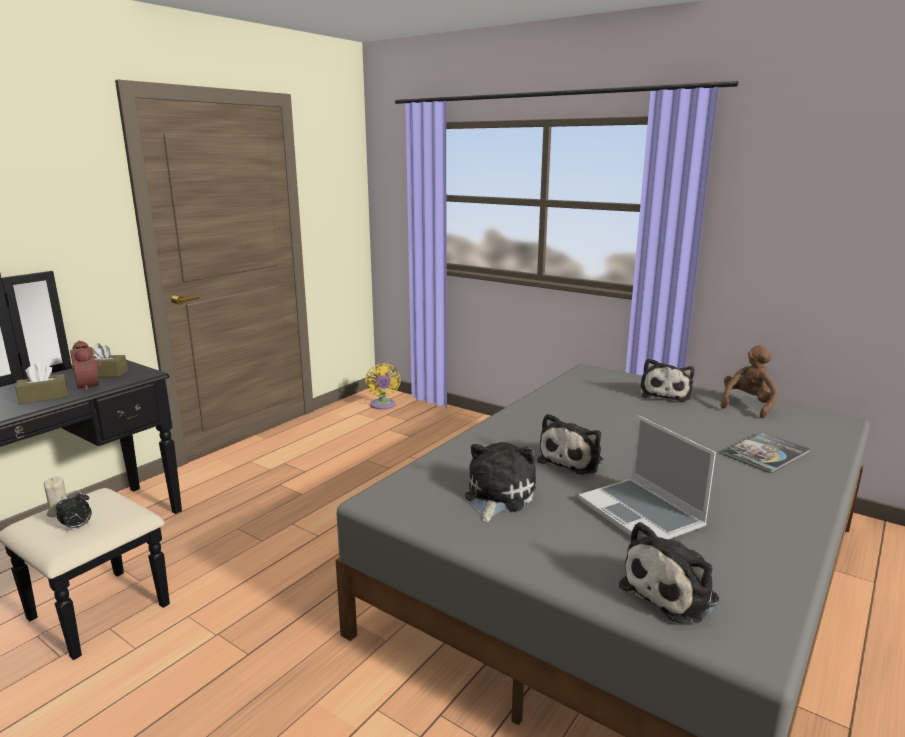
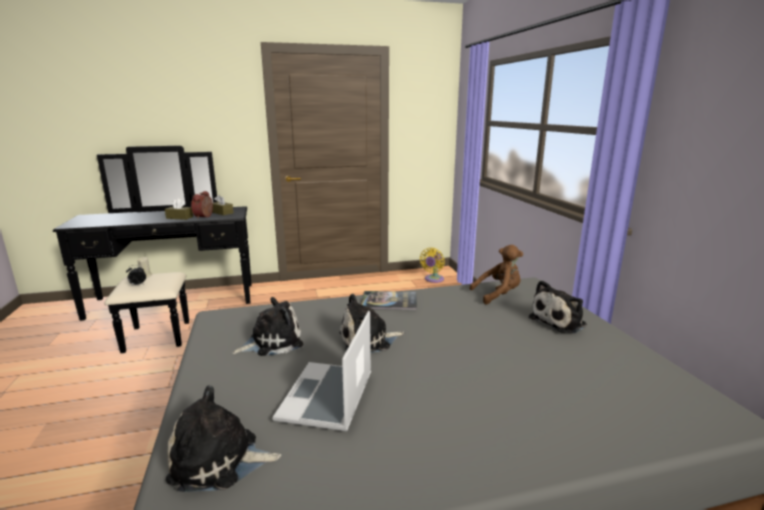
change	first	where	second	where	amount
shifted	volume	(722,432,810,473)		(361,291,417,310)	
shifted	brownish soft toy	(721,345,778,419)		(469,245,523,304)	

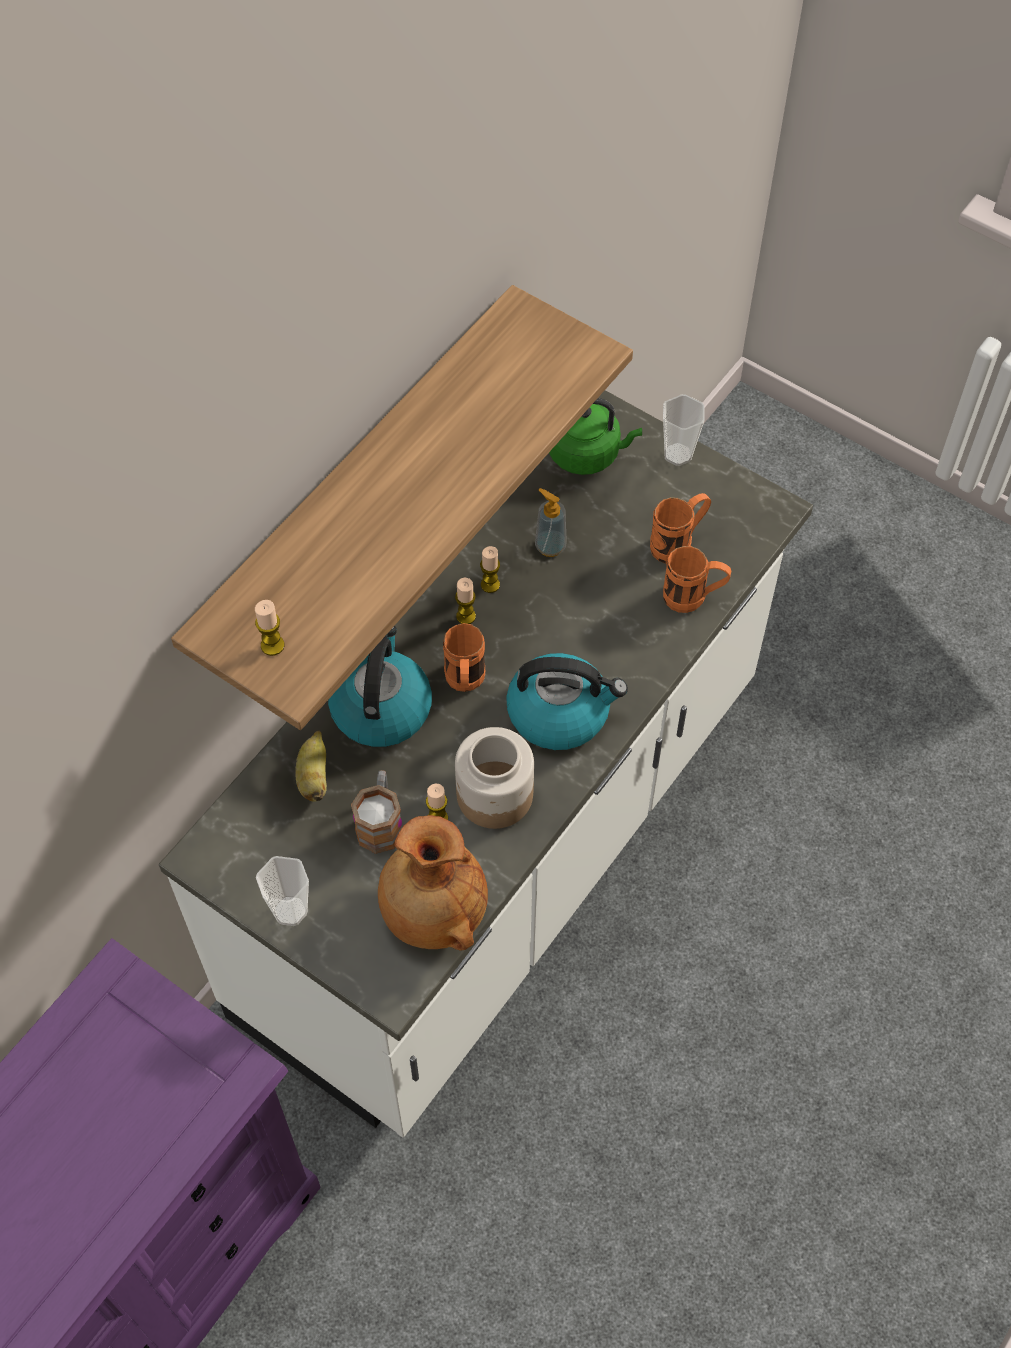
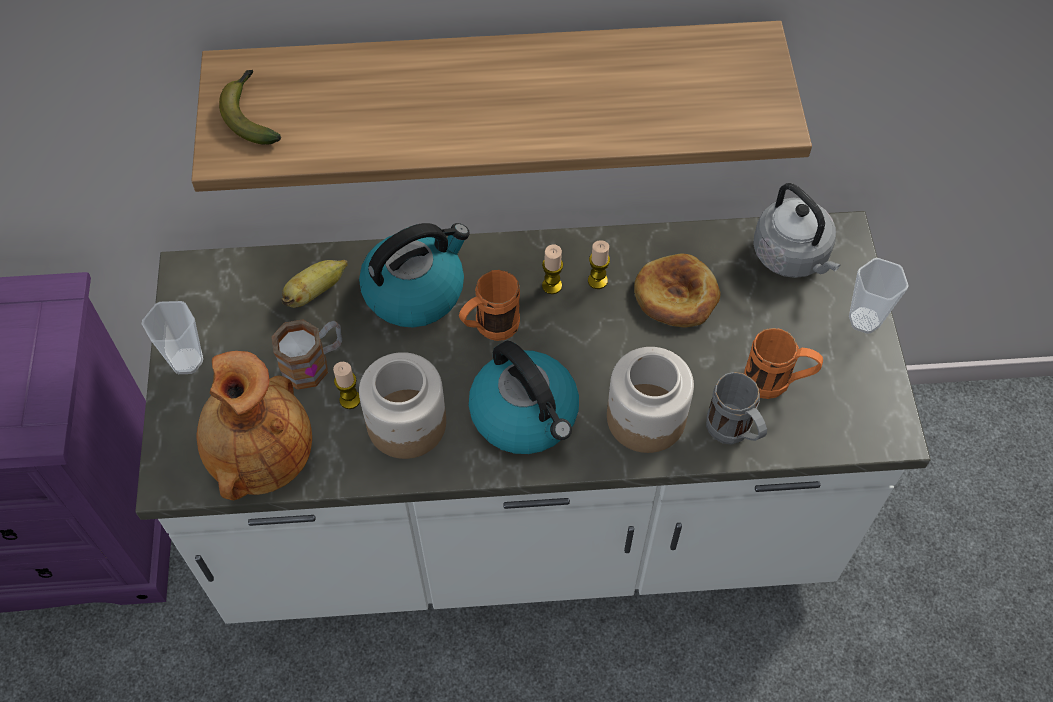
change	first	where	second	where	amount
swapped	wax candle	(255,600,284,656)	banana fruit	(219,70,281,145)	
new			storage jar	(607,347,694,453)	
swapped	liquid soap bottle	(535,488,567,557)	baked bread	(634,253,720,327)	
repainted	orange-coloured coffee mug	(663,546,731,613)	gray coffee mug	(706,372,767,445)	
repainted	green-coloured tea kettle	(549,398,642,475)	gray tea kettle	(753,183,840,278)	

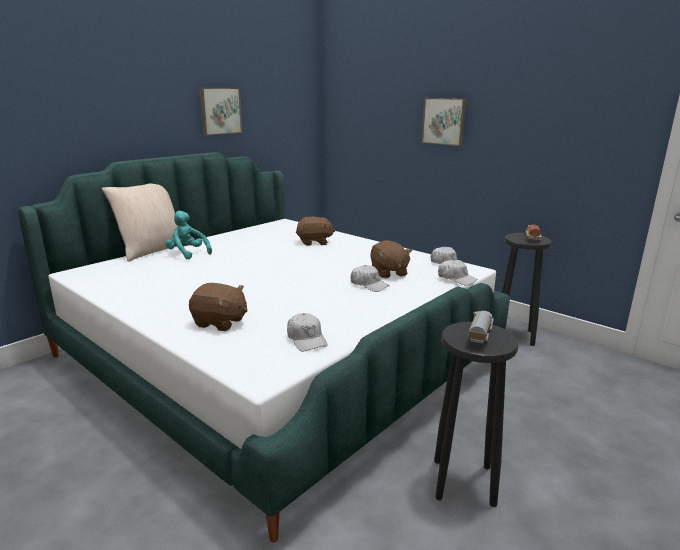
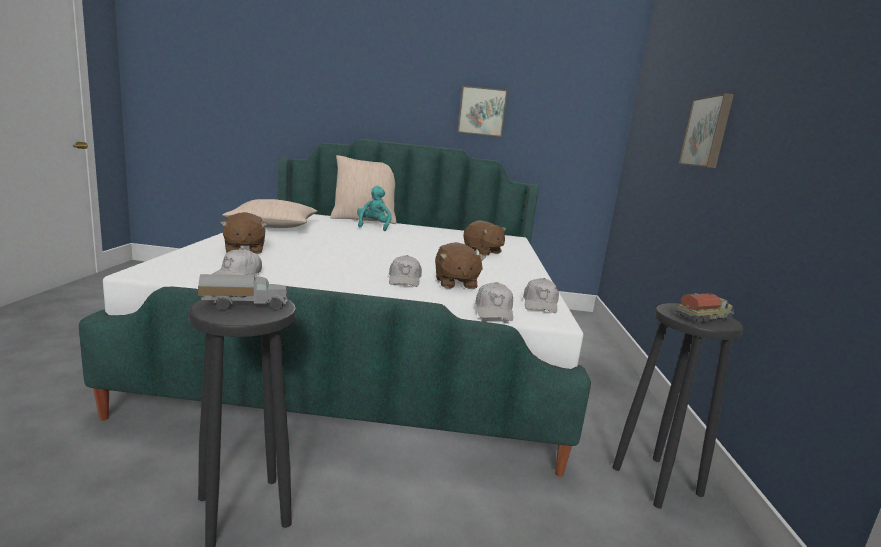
change	first	where	second	where	amount
new			beige-coloured pillow	(223,199,318,228)	
rotated	brownish soft toy	(370,240,412,278)		(435,242,486,289)	45 degrees counterclockwise

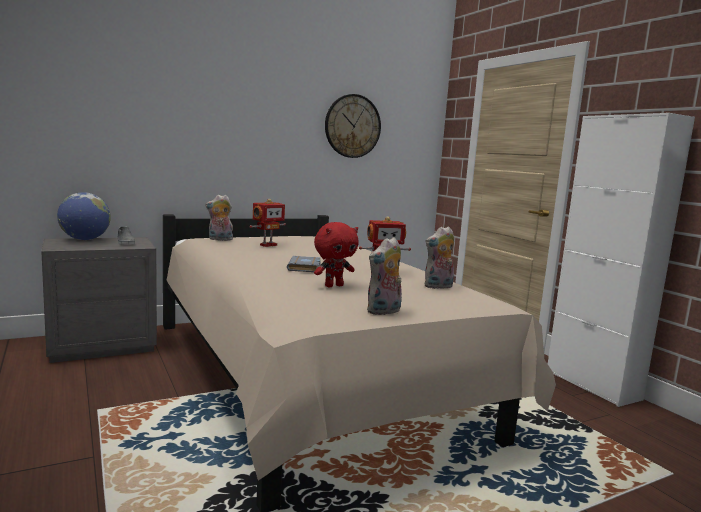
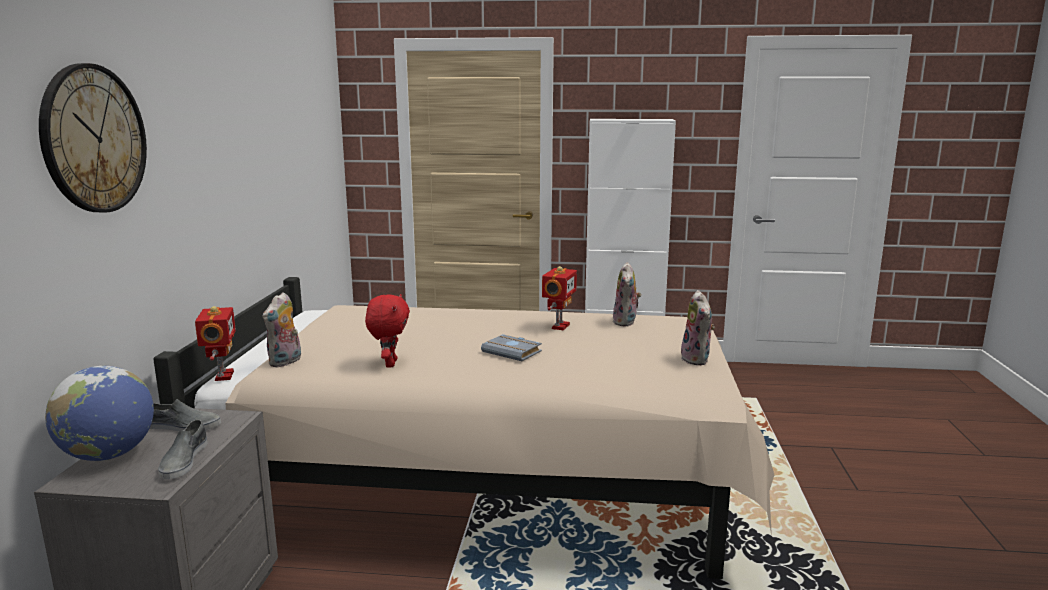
change	first	where	second	where	amount
shifted	clock on the wall	(325,94,381,158)		(39,63,147,213)	
new			gray low shoe	(158,420,208,480)	
shifted	toy robot	(250,199,286,247)		(195,306,236,381)	
shifted	reddish soft toy	(314,222,359,287)		(365,294,410,368)	

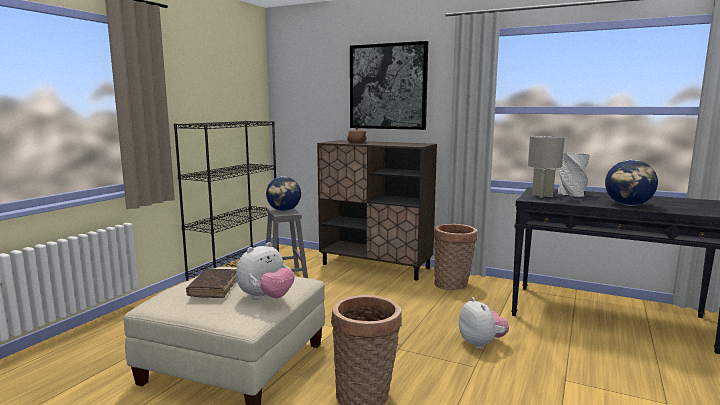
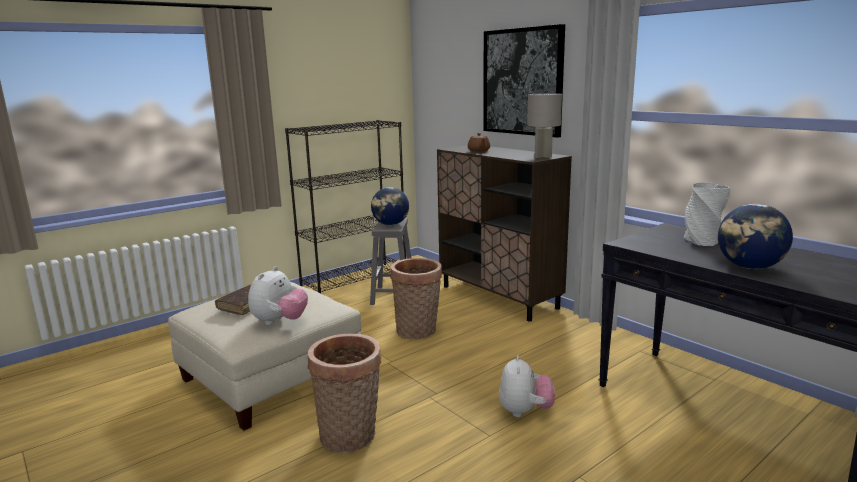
change	first	where	second	where	amount
rotated	soft toy	(236,242,295,300)		(248,266,308,325)	45 degrees counterclockwise
shifted	storage basket	(434,224,478,290)		(390,258,442,340)	
shifted	gray table lamp	(528,136,565,198)		(527,93,562,158)	

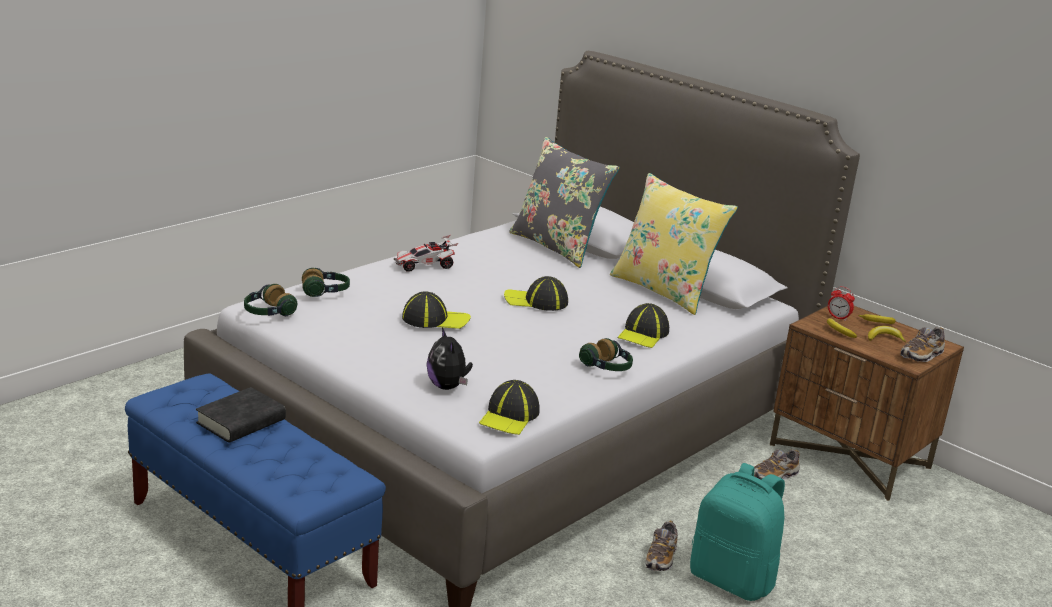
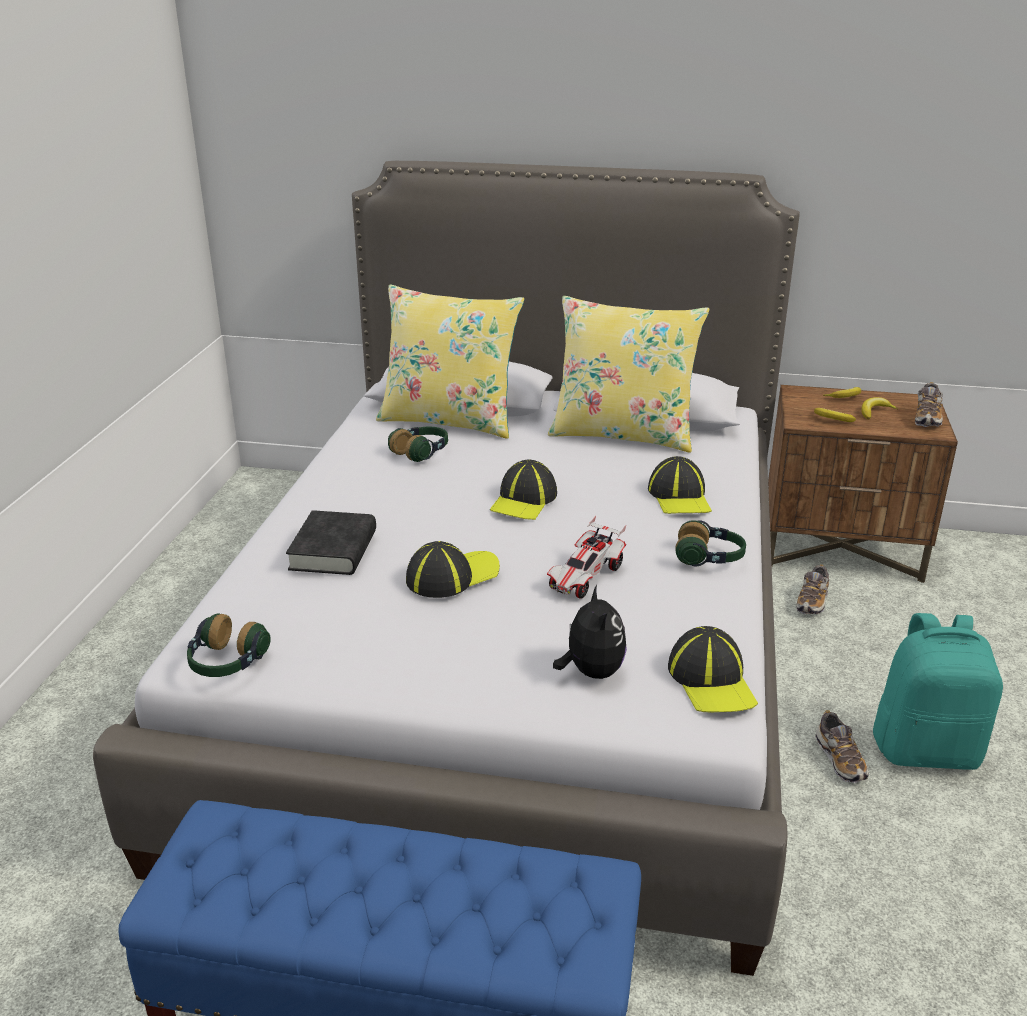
change	first	where	second	where	amount
shifted	black-coloured volume	(196,387,286,443)		(286,510,376,575)	
repainted	gray pillow	(509,137,620,268)	yellow-coloured pillow	(376,285,524,439)	
shifted	pair of headphones	(302,268,350,297)		(388,426,448,462)	
rotated	cap	(504,276,568,311)		(490,460,557,520)	45 degrees counterclockwise
shifted	toy car	(394,235,458,272)		(547,516,626,599)	
rotated	soft toy	(427,328,473,390)		(553,584,627,679)	135 degrees counterclockwise
gone	bedside clock	(828,286,855,321)			

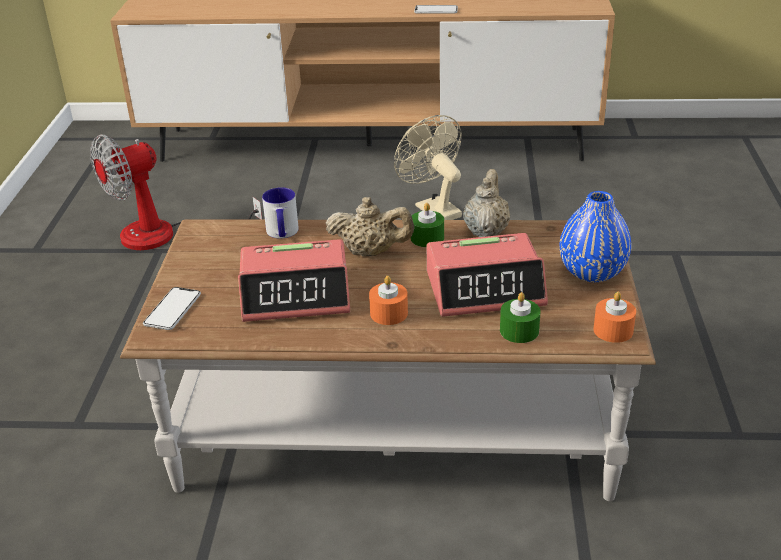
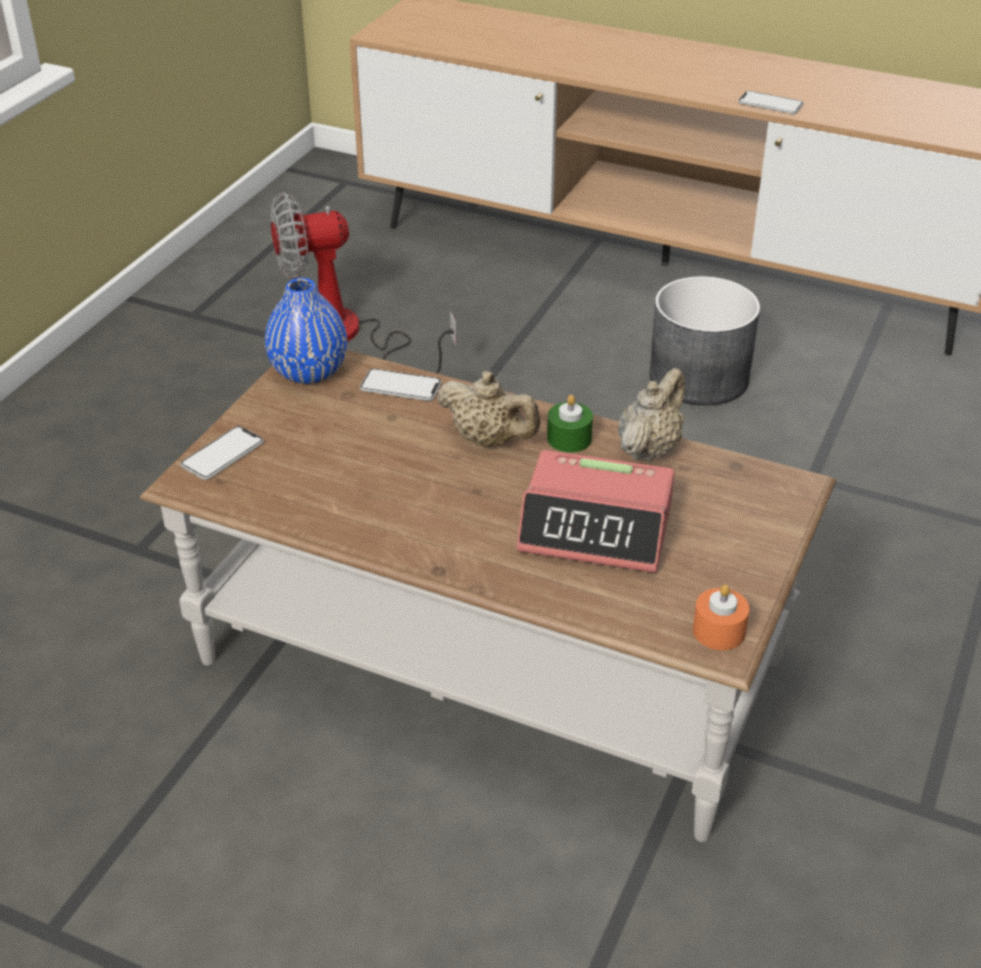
change	first	where	second	where	amount
shifted	blue flower vase	(560,191,631,282)		(265,278,347,384)	
swapped	coffee mug	(262,187,299,238)	telephone	(360,369,442,401)	
swapped	beige-coloured electric fan	(394,115,462,220)	gray plant pot	(649,276,760,406)	
gone	bedside clock	(238,239,350,322)			
gone	orange-coloured wax candle	(369,276,408,325)			
gone	green-coloured wax candle	(500,292,541,343)			

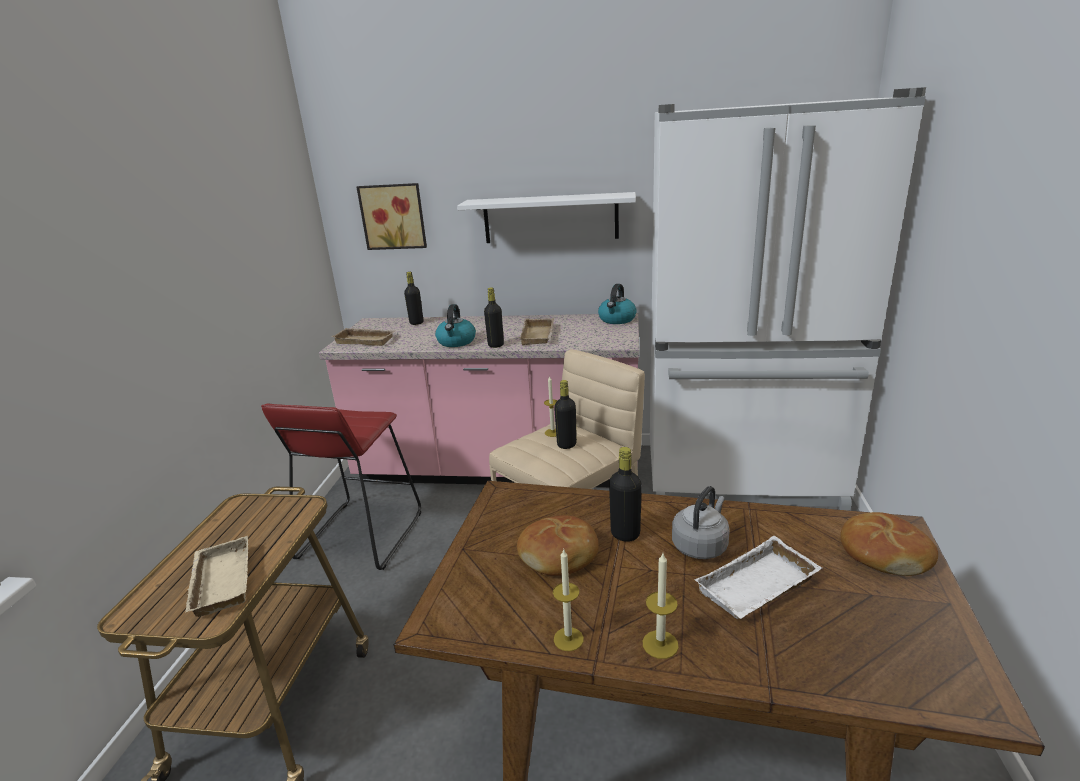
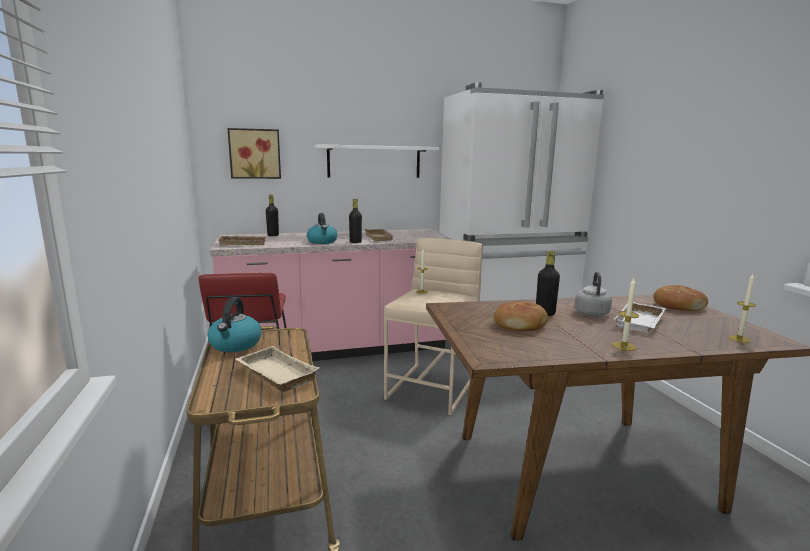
change	first	where	second	where	amount
shifted	tea kettle	(598,284,637,324)		(208,297,262,352)	
shifted	wax candle	(553,550,584,651)		(729,274,756,343)	
gone	black-coloured beverage bottle	(554,380,577,449)			

